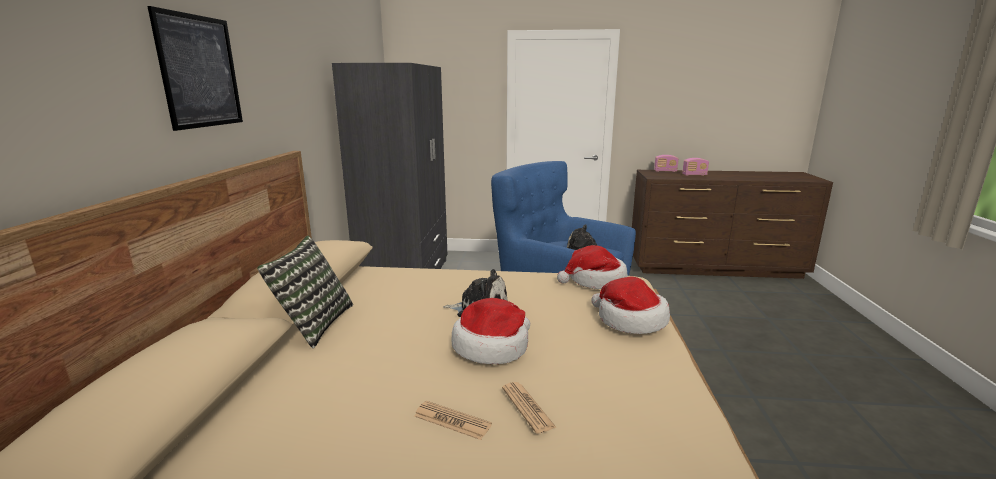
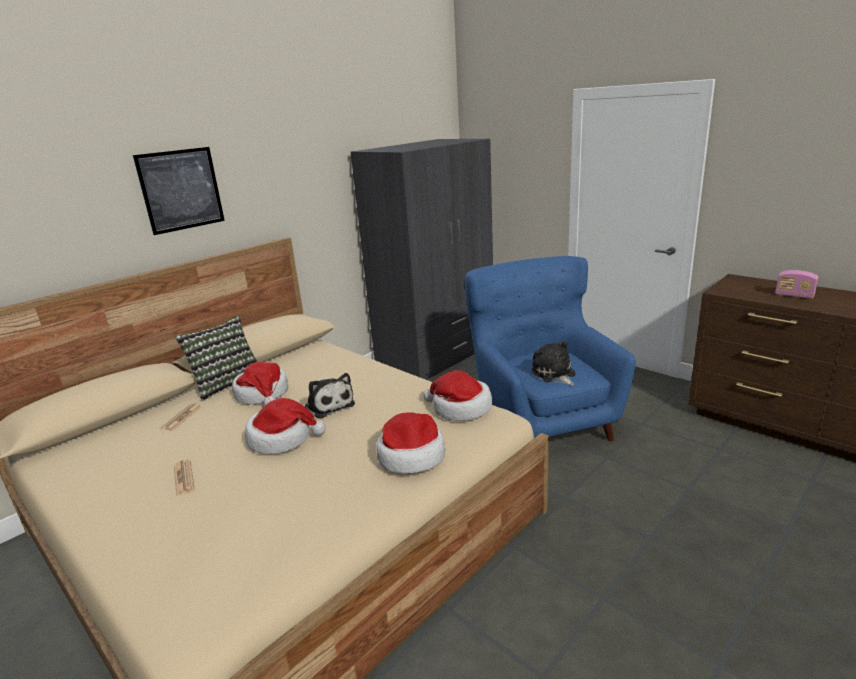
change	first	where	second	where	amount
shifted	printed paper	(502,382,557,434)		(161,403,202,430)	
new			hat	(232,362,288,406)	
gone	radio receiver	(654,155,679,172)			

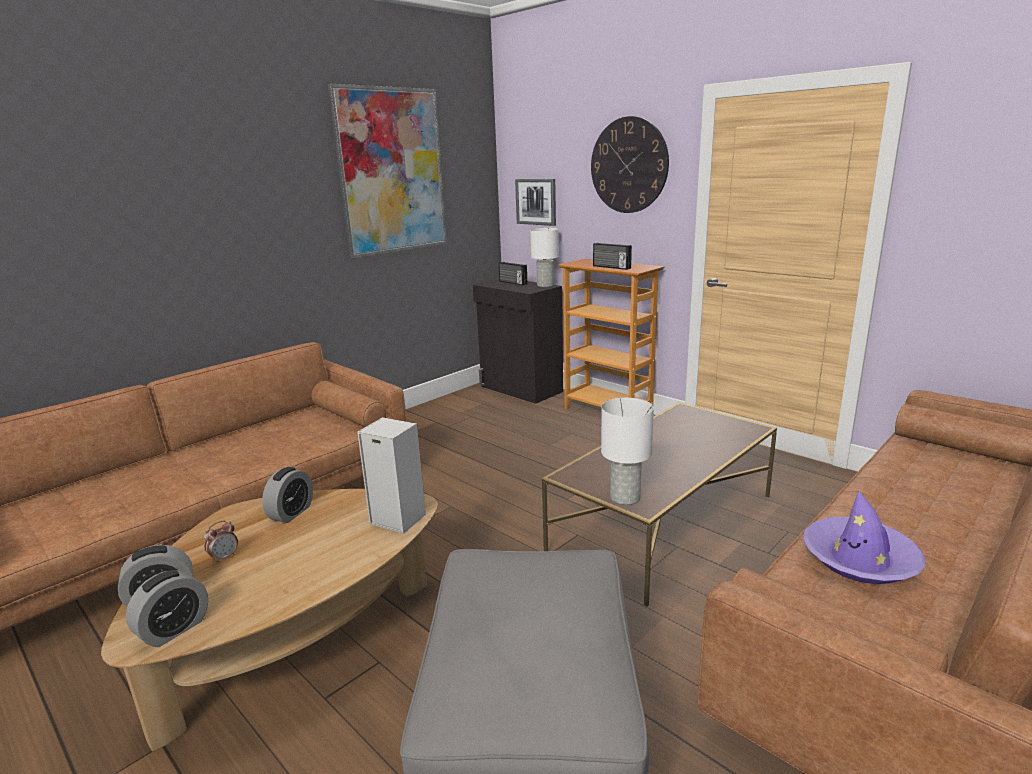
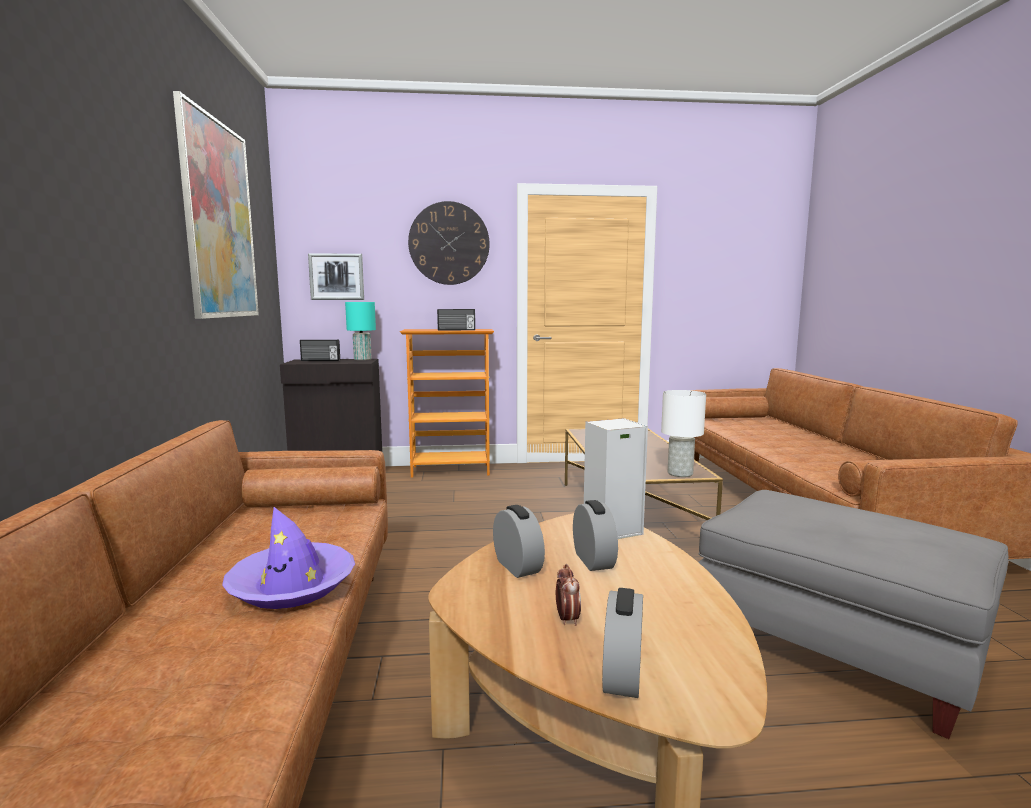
change	first	where	second	where	amount
shifted	purplish hat	(803,491,926,584)		(222,507,355,609)	
repainted	white-coloured table lamp	(530,228,559,287)	turquoise-coloured table lamp	(345,302,376,360)	
shifted	bedside clock	(126,570,208,647)		(573,500,618,571)	

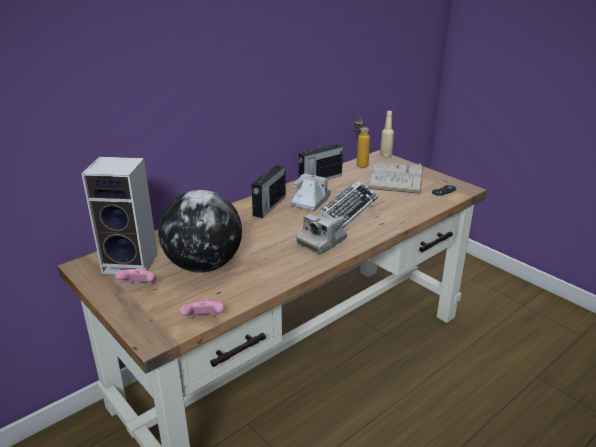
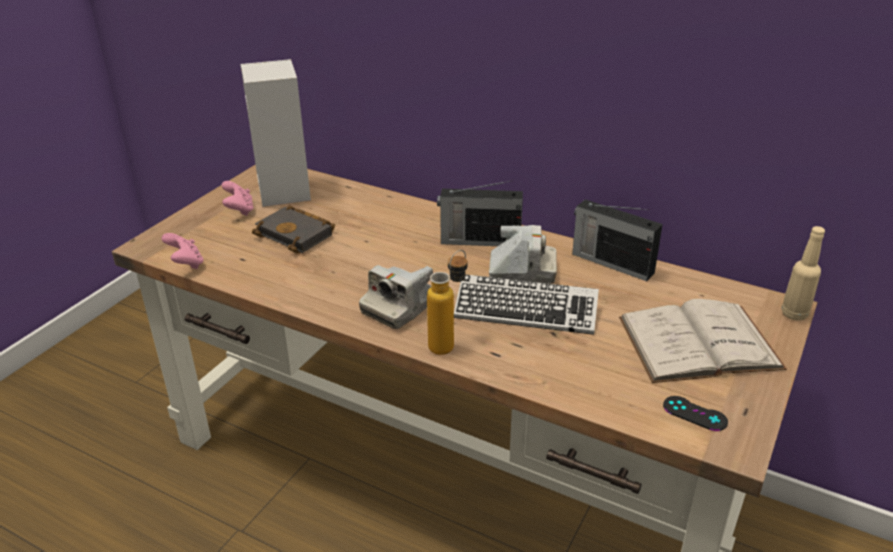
change	first	where	second	where	amount
swapped	desk globe	(158,190,242,273)	black-coloured volume	(252,206,335,254)	
rotated	photo camera	(296,214,347,254)		(359,265,433,329)	75 degrees counterclockwise
shifted	beverage bottle	(355,117,370,168)		(427,250,467,355)	

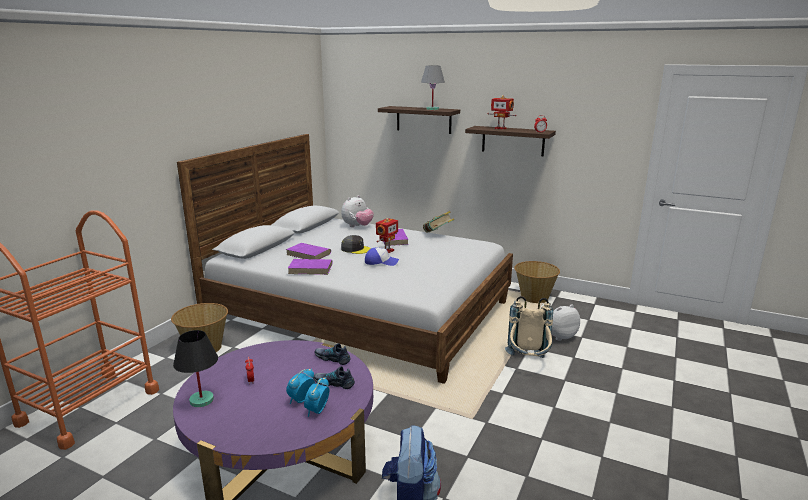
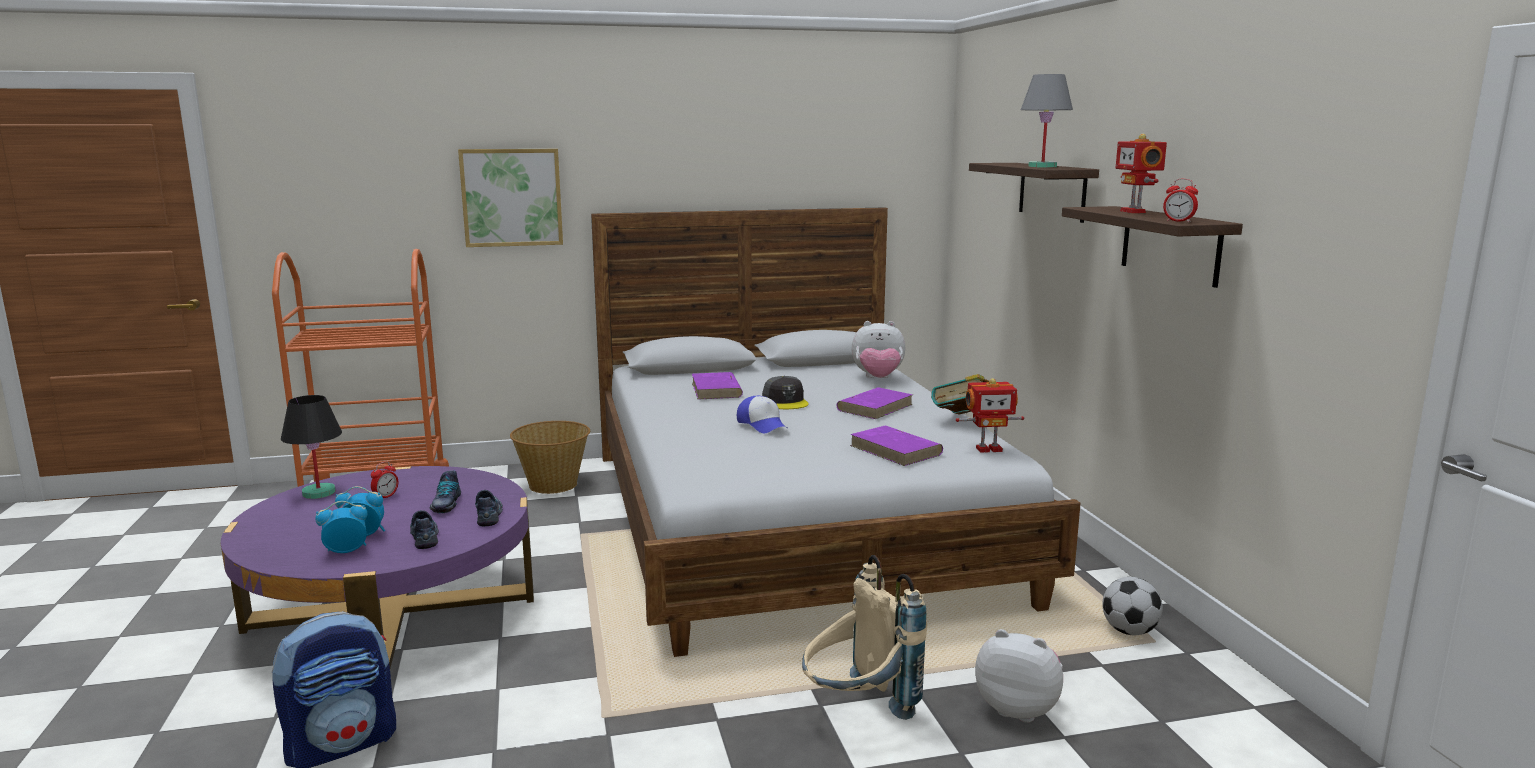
change	first	where	second	where	amount
new			low shoe	(430,470,461,513)	
new			picture	(458,149,563,247)	
shifted	purplish volume	(288,259,332,275)		(850,426,943,466)	
shifted	toy robot	(376,218,398,253)		(956,378,1024,453)	
swapped	storage basket	(514,261,560,303)	football ball	(1102,577,1163,635)	

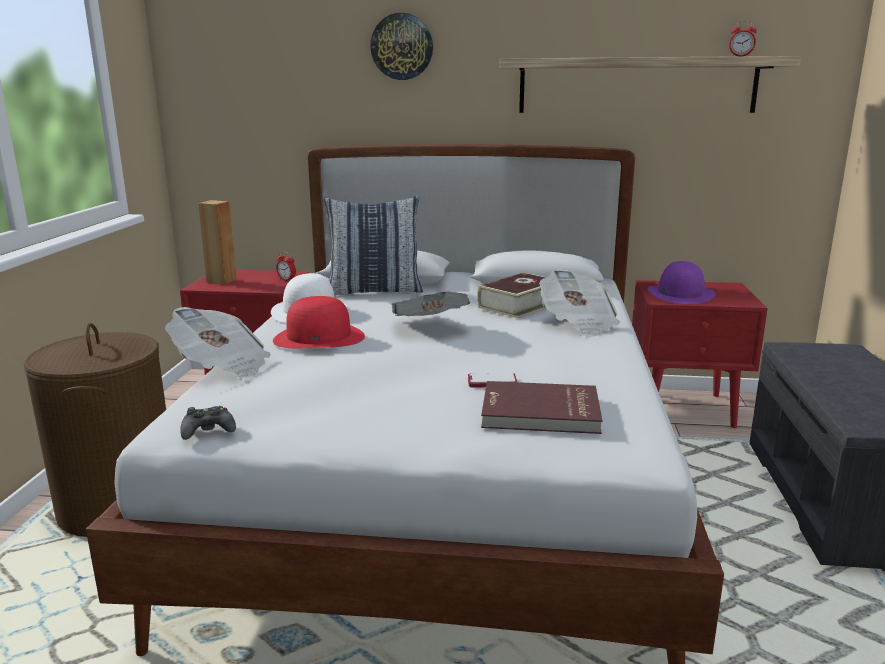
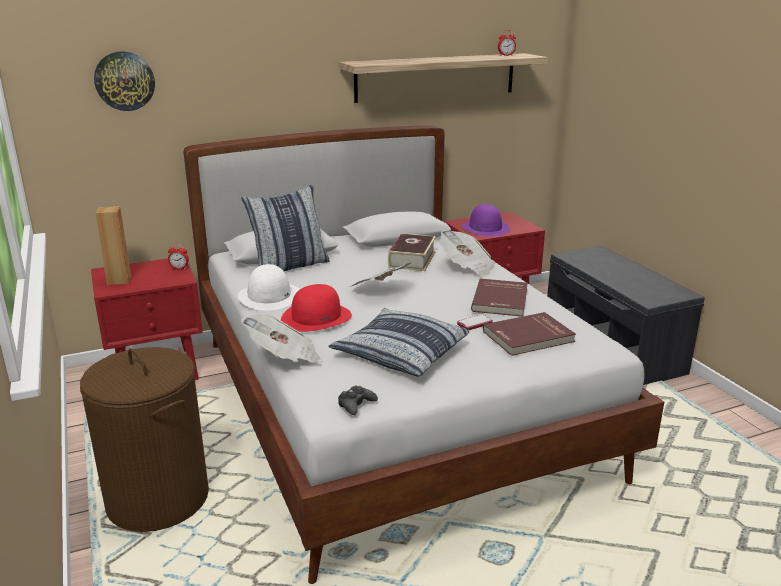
change	first	where	second	where	amount
shifted	clock on the wall	(370,13,433,80)		(94,51,155,111)	
new			pillow	(329,308,469,377)	
new			reddish volume	(471,279,528,317)	

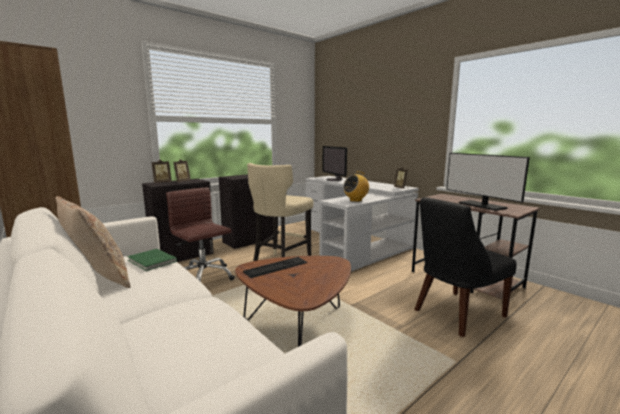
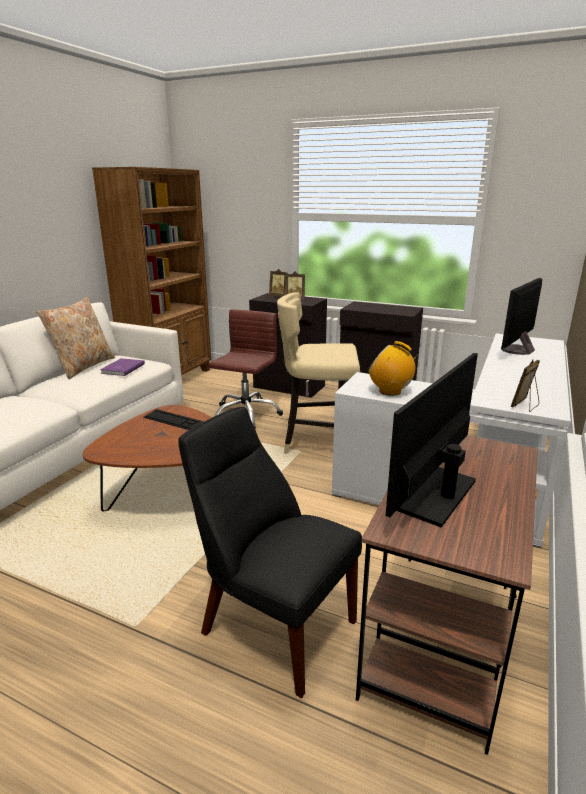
change	first	where	second	where	amount
repainted	green-coloured volume	(127,249,177,271)	purplish volume	(100,358,145,376)	

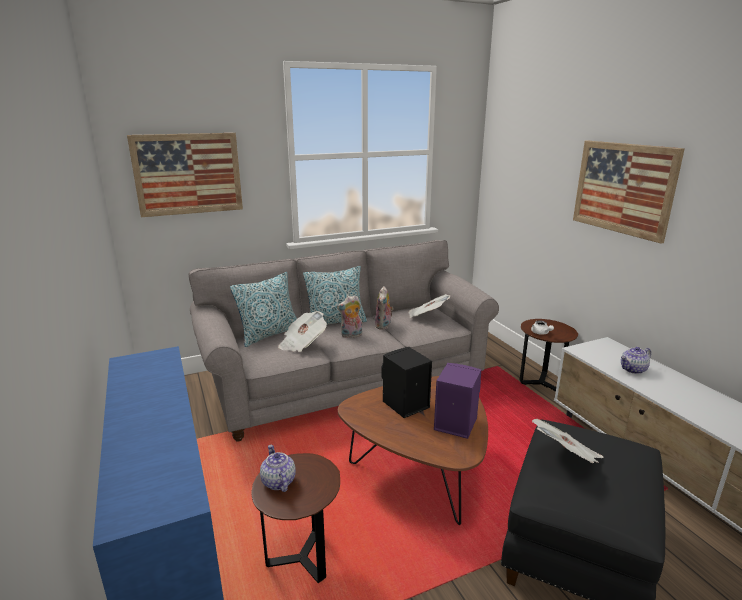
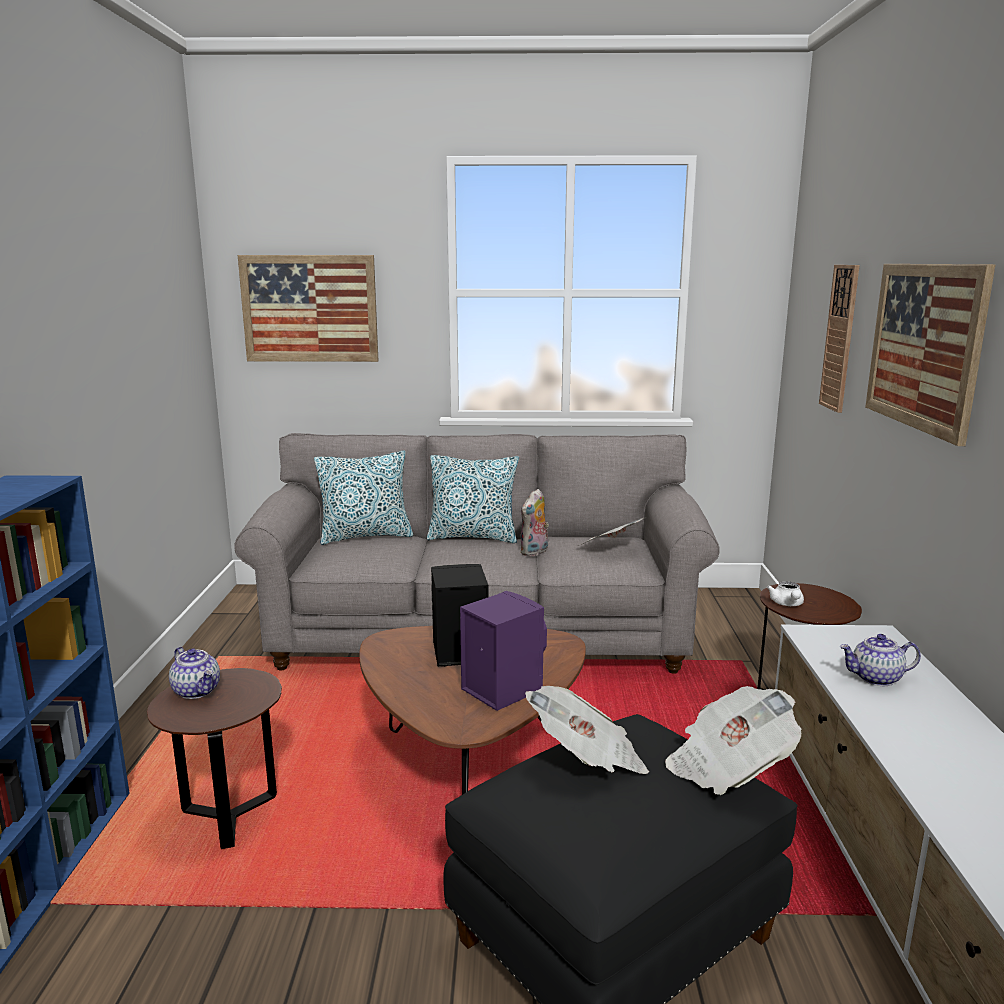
change	first	where	second	where	amount
rotated	pot for tea	(260,445,296,492)		(169,647,220,699)	135 degrees clockwise
shifted	printed paper	(278,311,327,352)		(665,686,802,795)	
new			clock on the wall	(819,265,860,413)	
gone	soft toy	(337,295,363,338)			

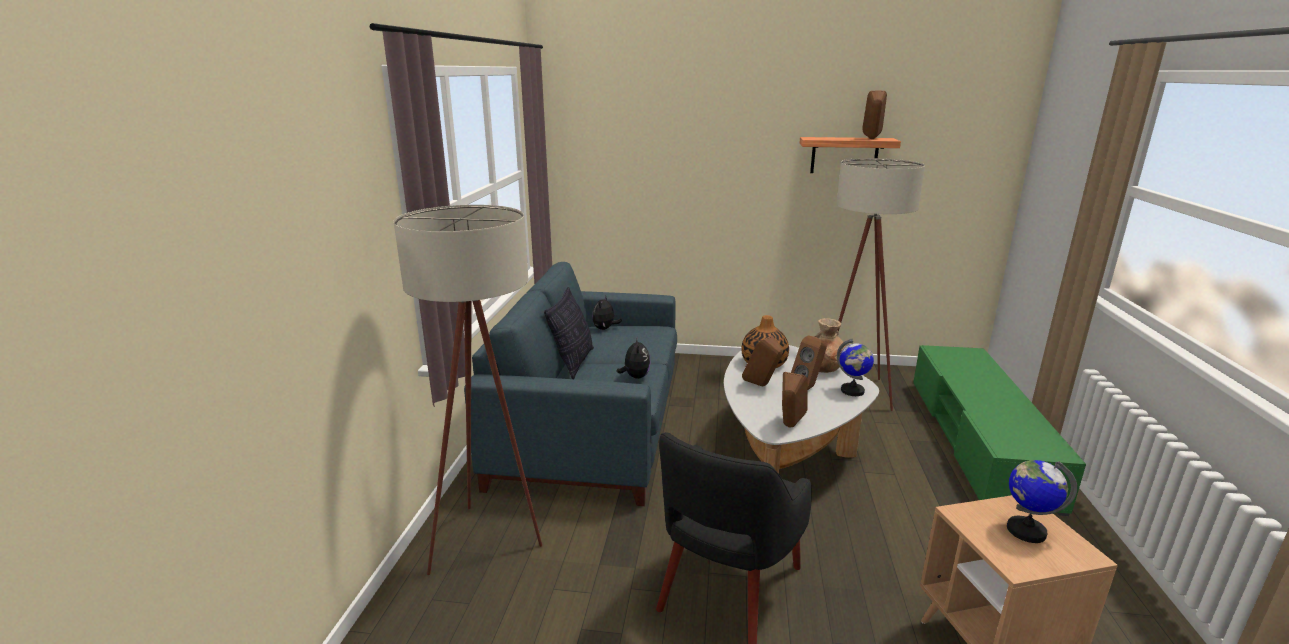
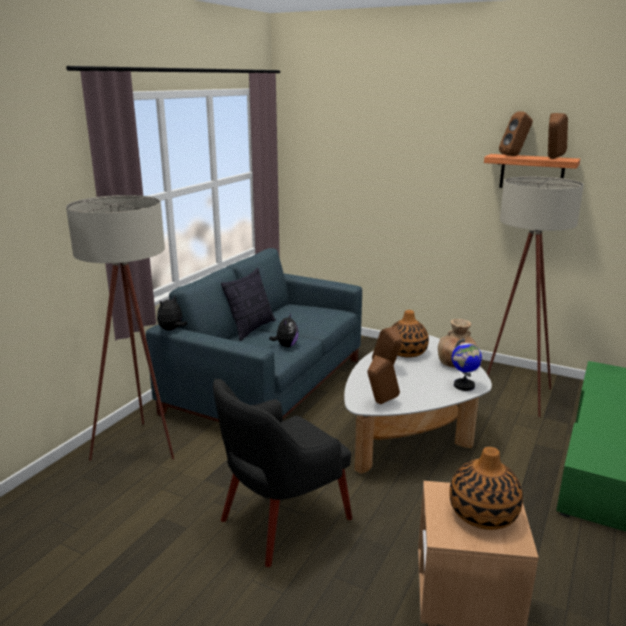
change	first	where	second	where	amount
shifted	soft toy	(592,295,622,330)		(157,296,188,331)	
swapped	desk globe	(1007,460,1077,543)	flower vase	(449,447,523,530)	
shifted	brownish loudspeaker	(791,335,827,390)		(499,112,533,156)	

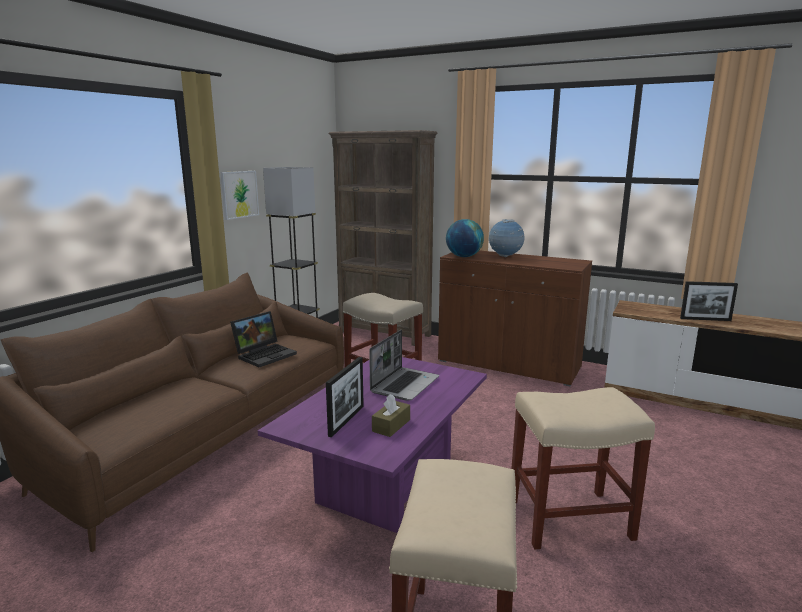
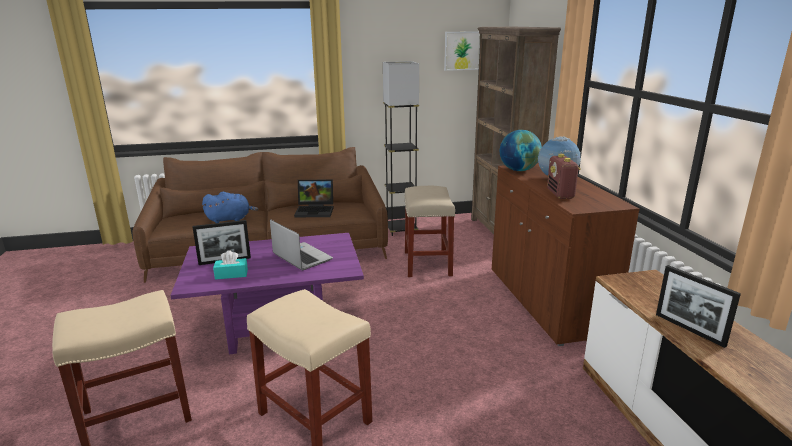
change	first	where	second	where	amount
new			blue soft toy	(202,192,259,223)	
repainted	brownish box of tissues	(372,394,410,437)	turquoise-coloured box of tissues	(213,250,248,280)	
rotated	laptop	(369,330,439,401)		(270,219,333,270)	120 degrees counterclockwise
shifted	picture	(221,171,259,220)		(444,31,480,71)	
new			radio receiver	(547,154,581,199)	

